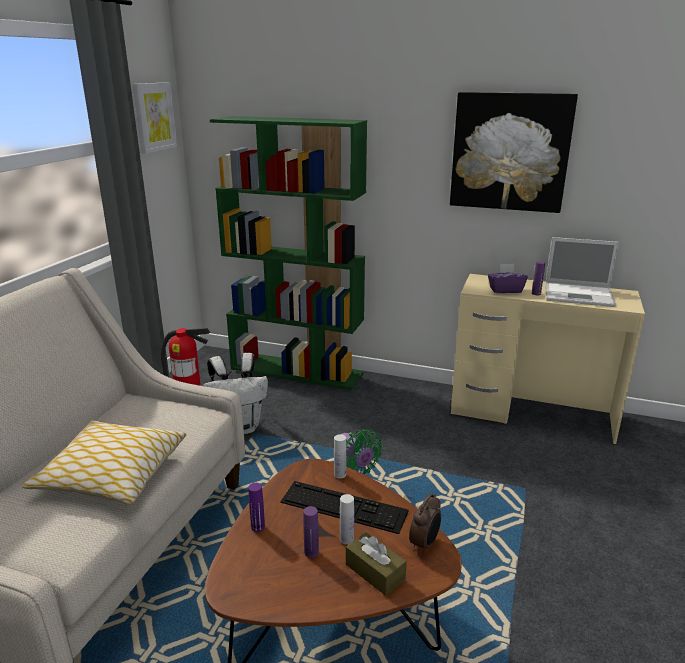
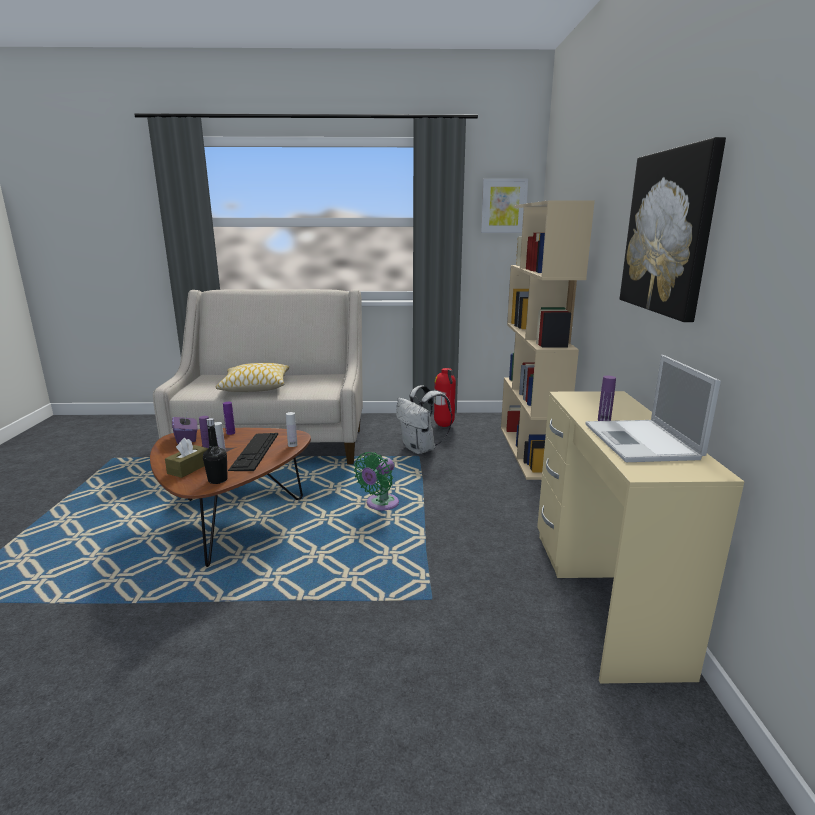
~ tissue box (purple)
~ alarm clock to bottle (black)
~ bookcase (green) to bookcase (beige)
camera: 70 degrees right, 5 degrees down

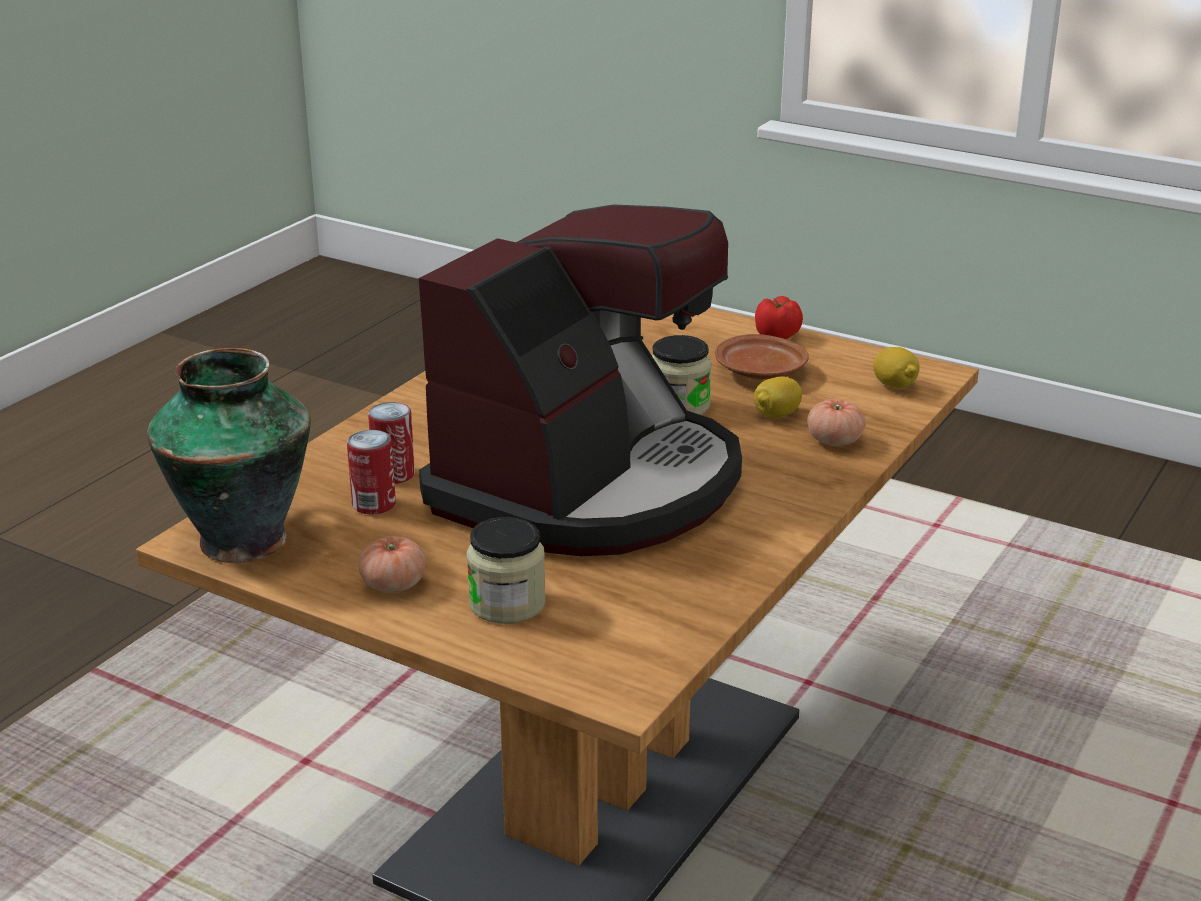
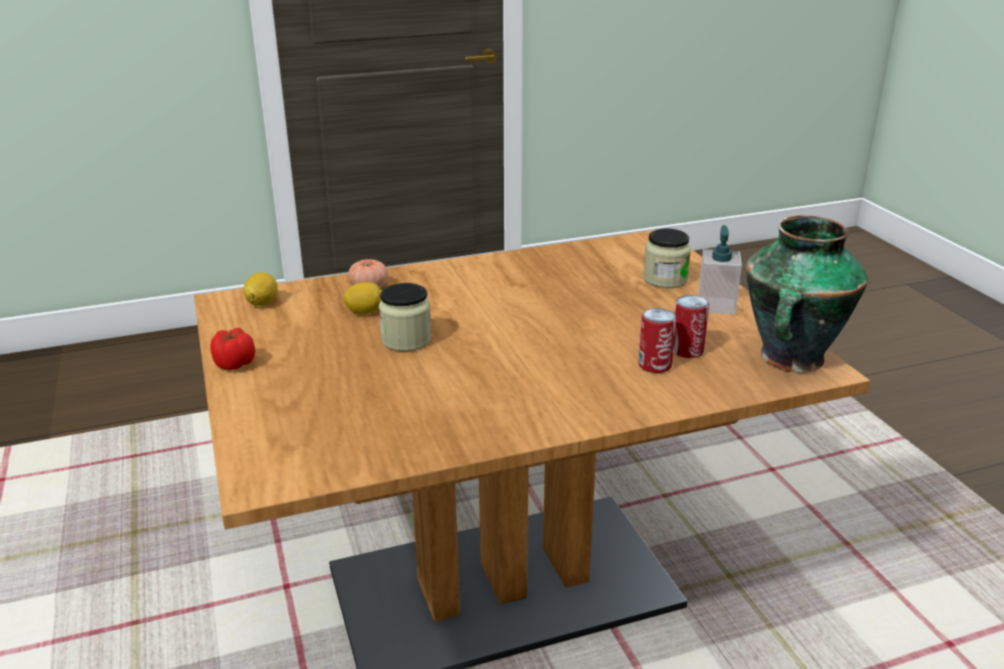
~ tomato (no. 1 from left) to soap dispenser
- coffee machine
- plate (brown)
camera: 140 degrees left, 0 degrees up

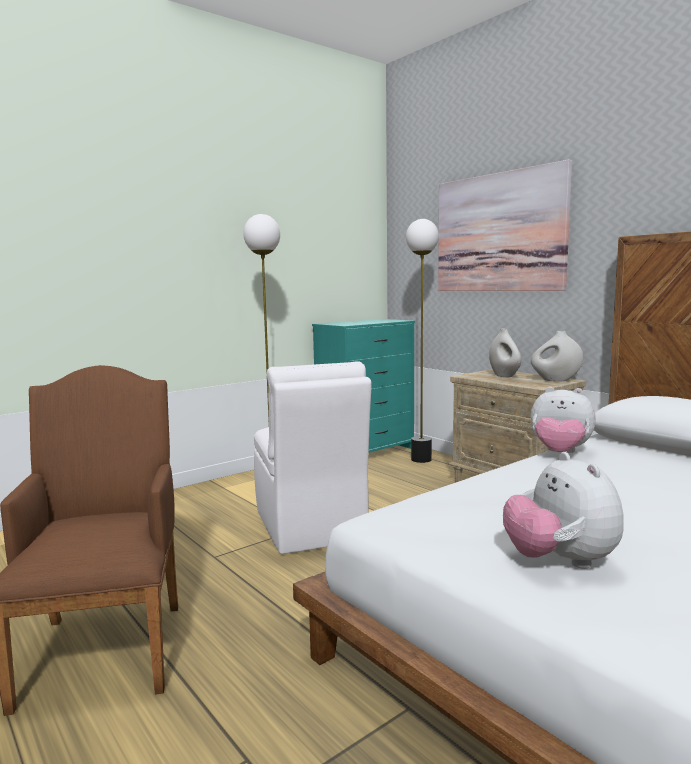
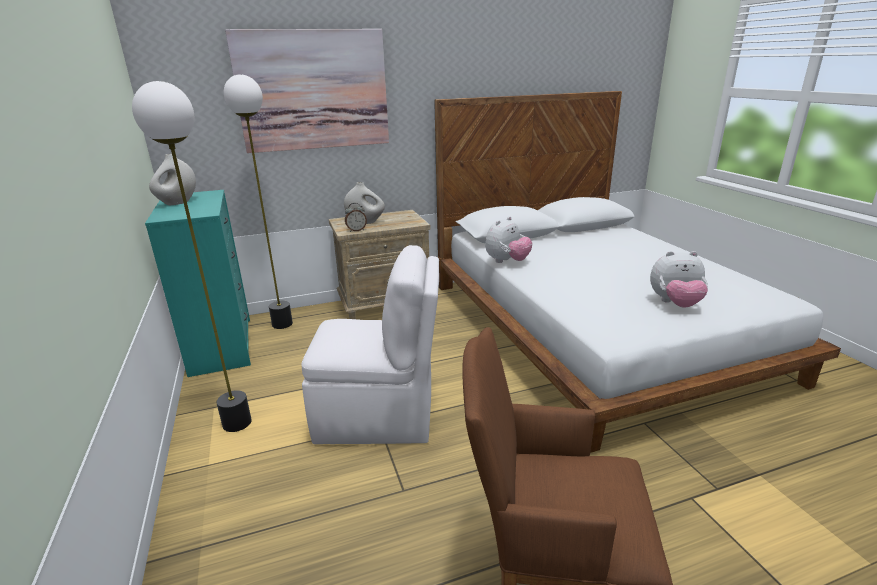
~ vase (white) (no. 2 from left in the first image) to vase (white) (no. 1 from left)
+ alarm clock
camera: 70 degrees left, 15 degrees up

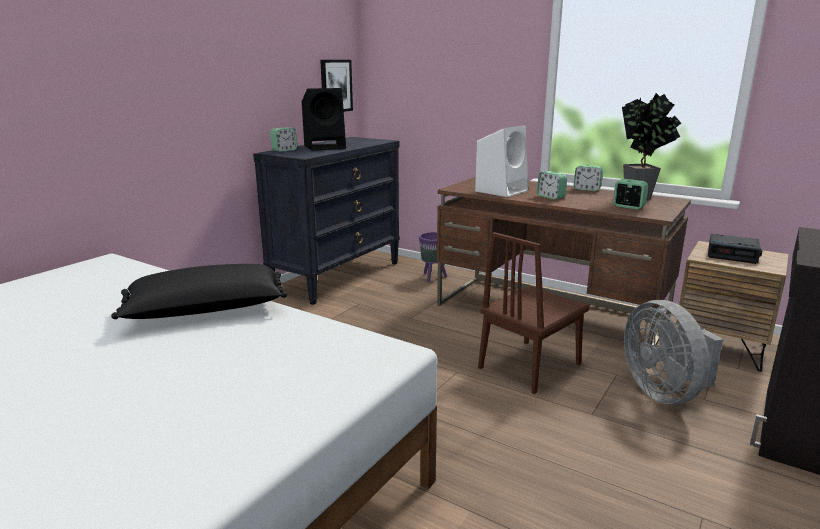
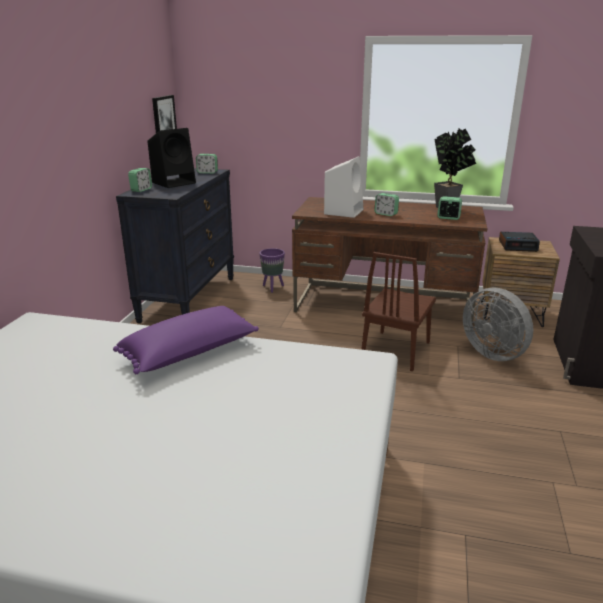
~ pillow (black) to pillow (purple)
~ alarm clock (no. 3 from left in the first image) to alarm clock (no. 2 from left)
camera: 20 degrees left, 5 degrees up

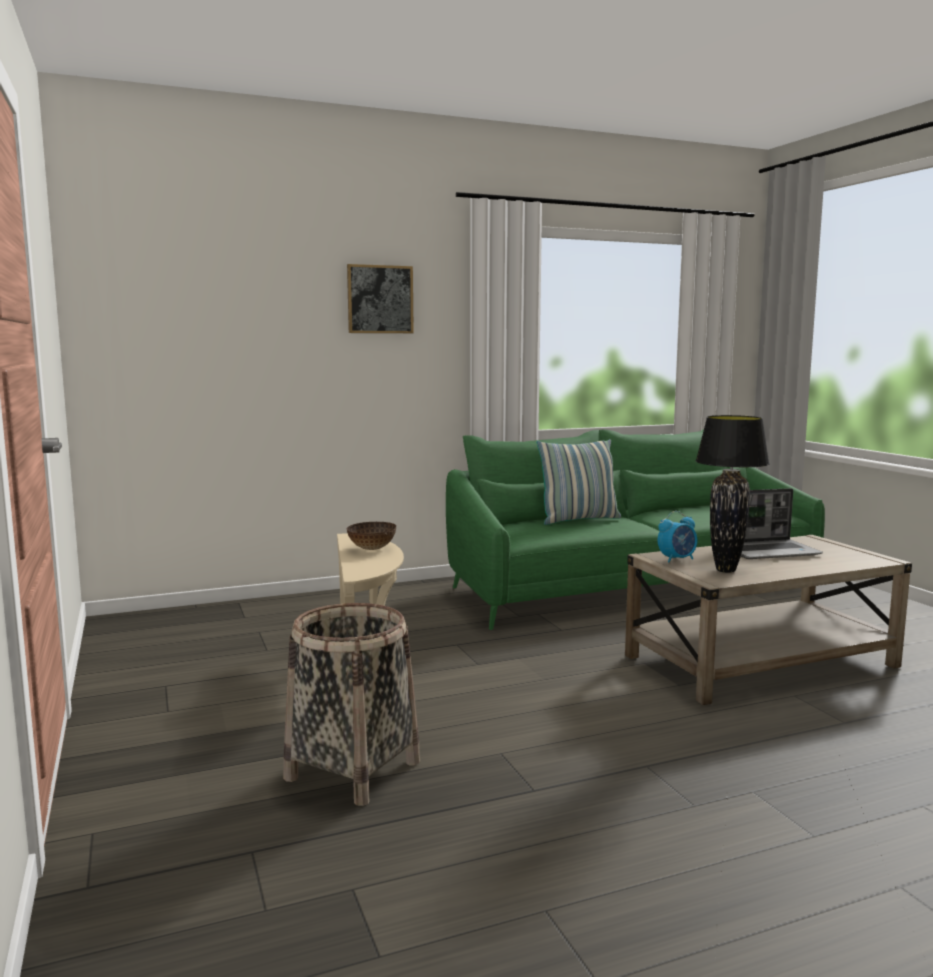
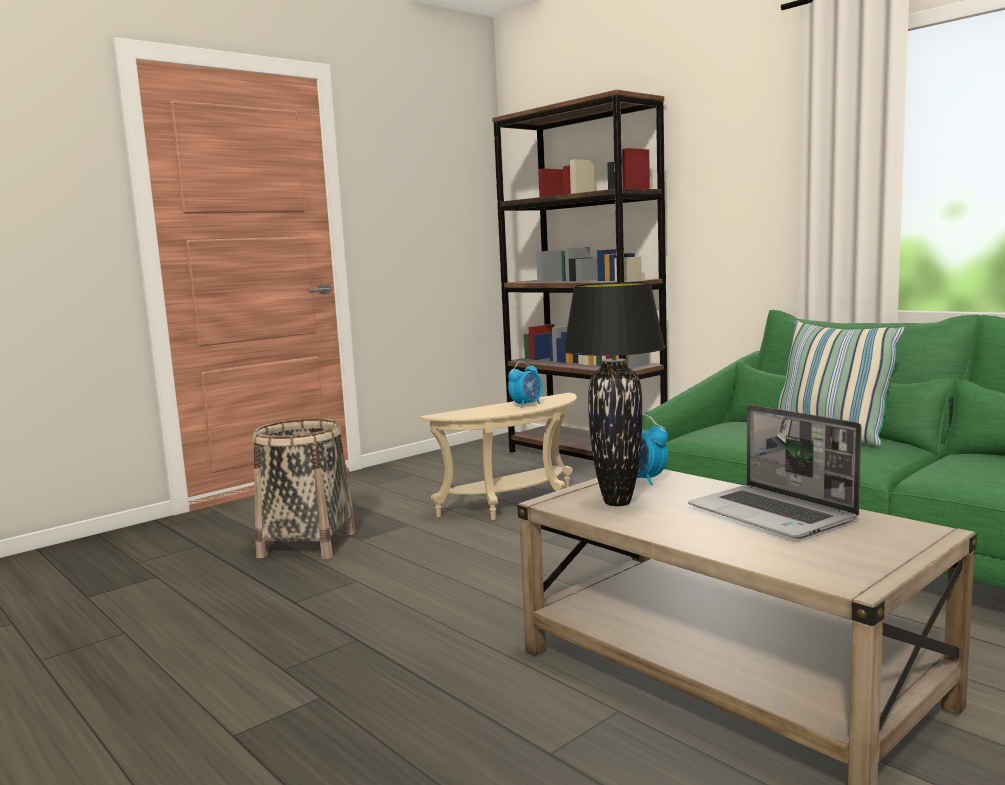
+ bookcase (brown)
~ bowl to alarm clock (no. 1 from left)
- picture
camera: 70 degrees right, 0 degrees up

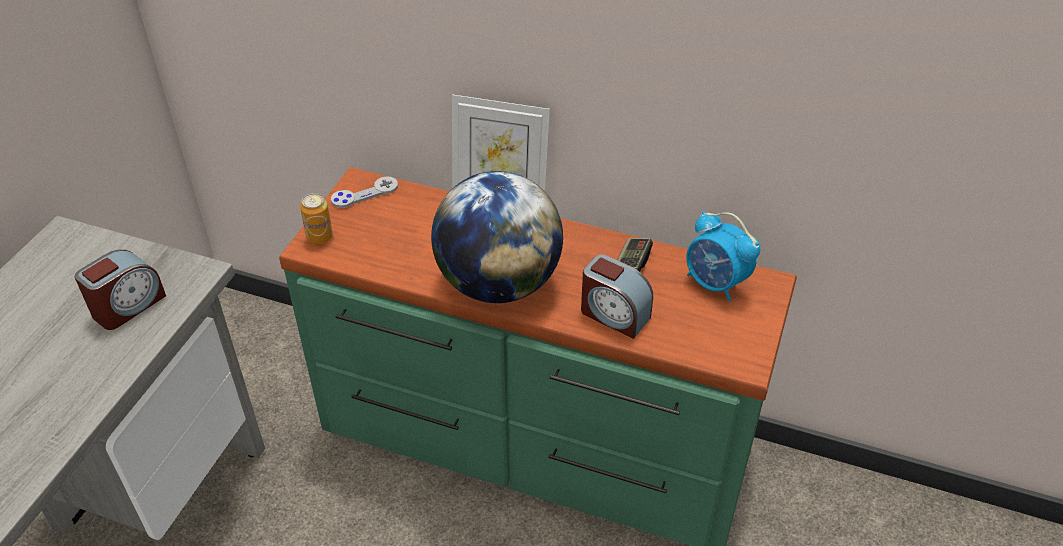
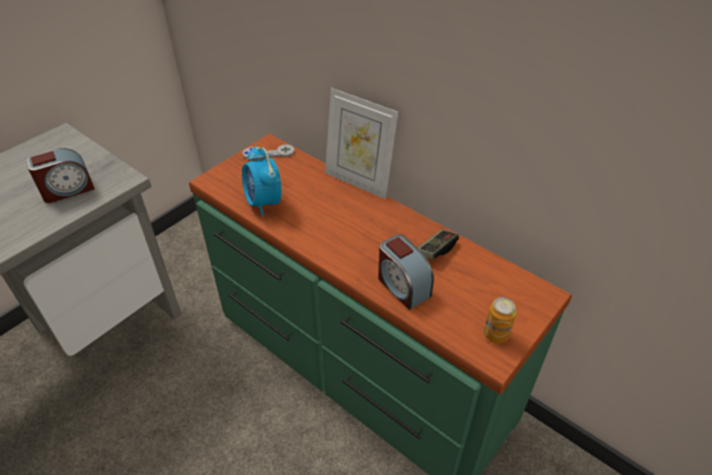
~ alarm clock (no. 3 from left in the first image) to alarm clock (no. 2 from left)
~ can
- globe
camera: 20 degrees right, 0 degrees up

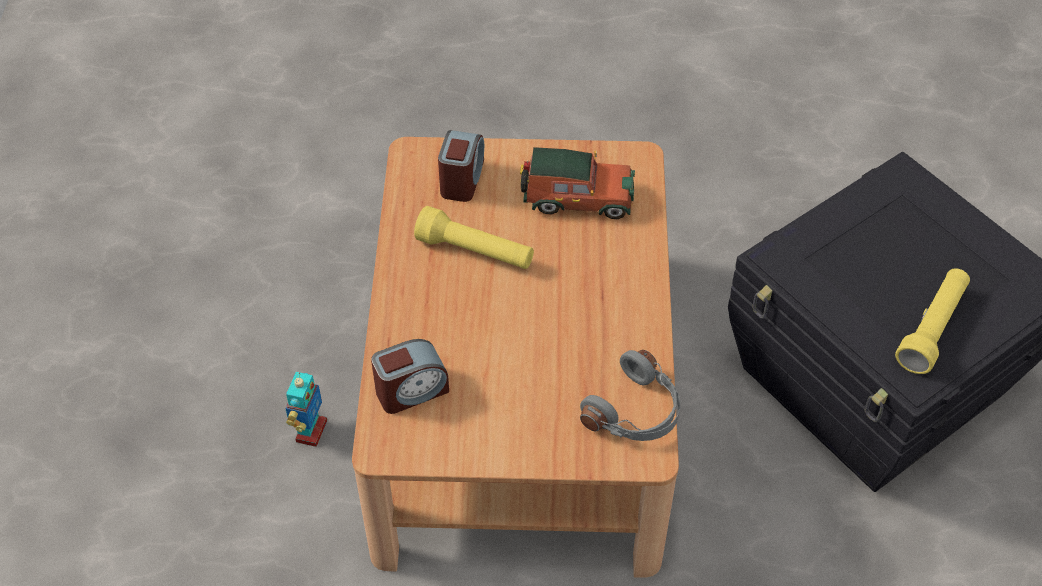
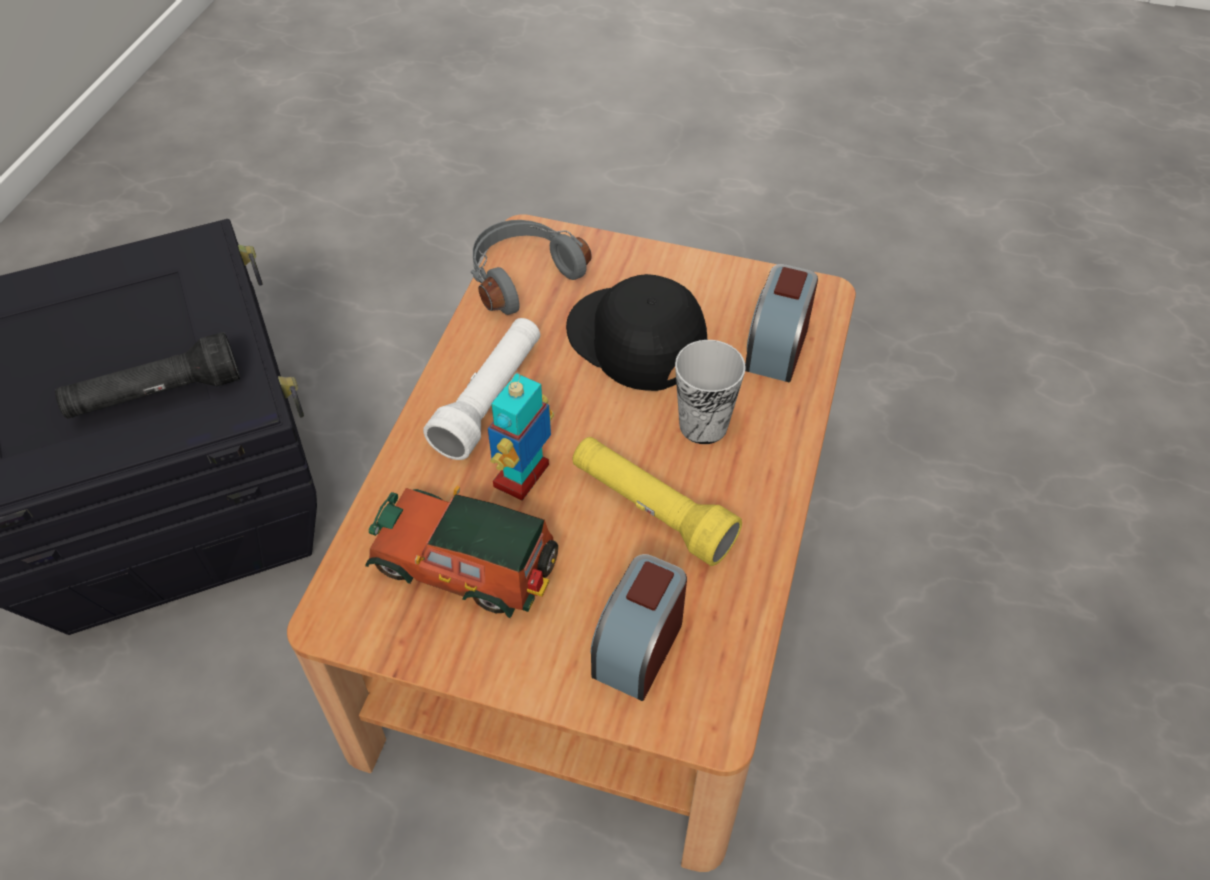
+ flashlight (black)
+ flashlight (white)
~ toy robot
+ cap (black)
+ cup
~ alarm clock (no. 1 from left in the first image) 60 degrees counterclockwise
- flashlight (yellow) (no. 2 from left)
camera: 165 degrees left, 0 degrees up

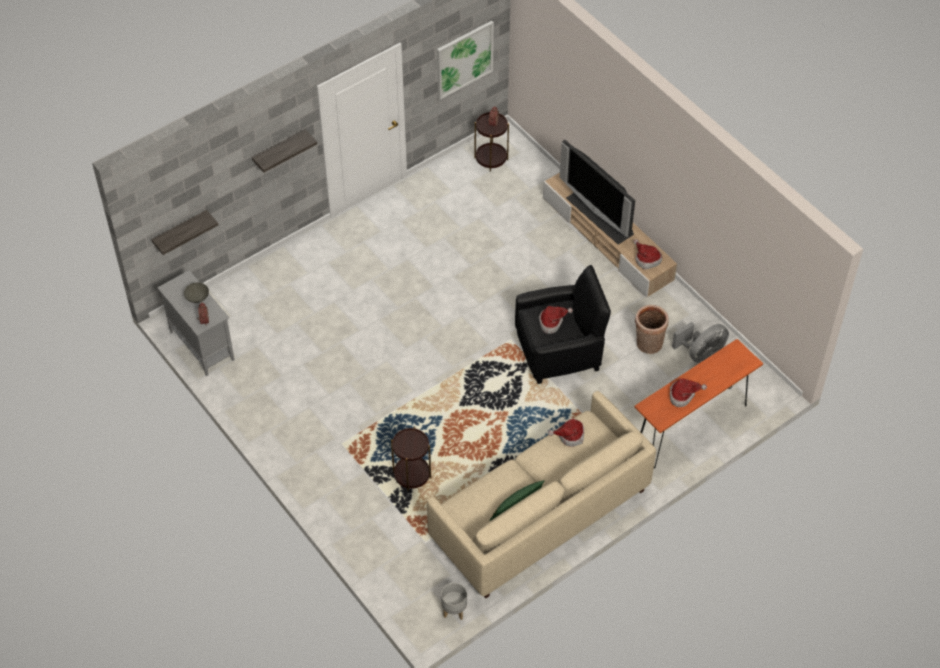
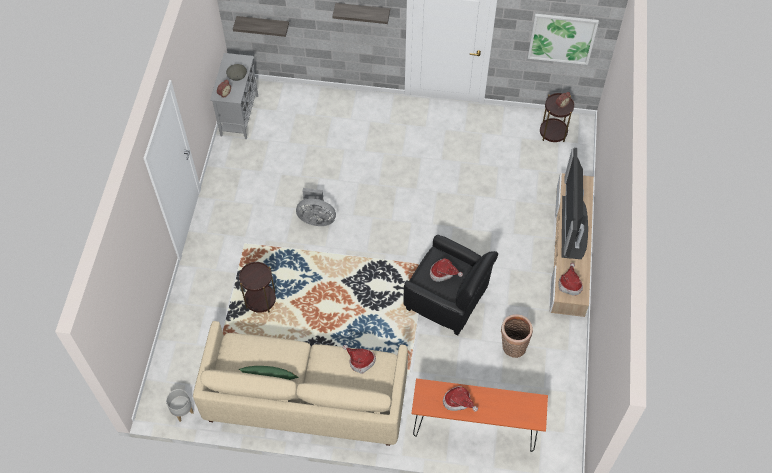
~ fan (grey)
camera: 45 degrees right, 5 degrees up

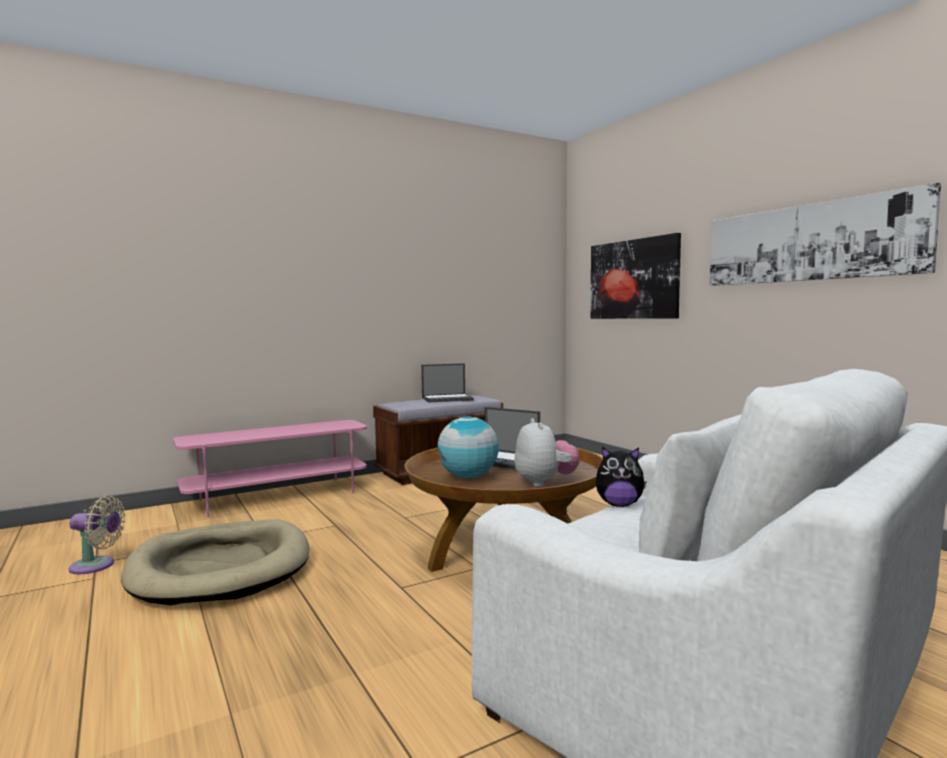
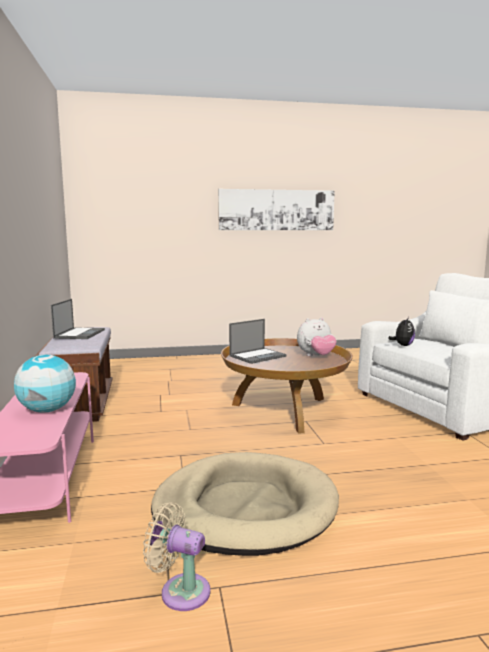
~ globe
~ fan (beige) 90 degrees counterclockwise
~ plush toy (no. 1 from left) 150 degrees clockwise
- picture (no. 1 from left)
camera: 70 degrees left, 5 degrees up

